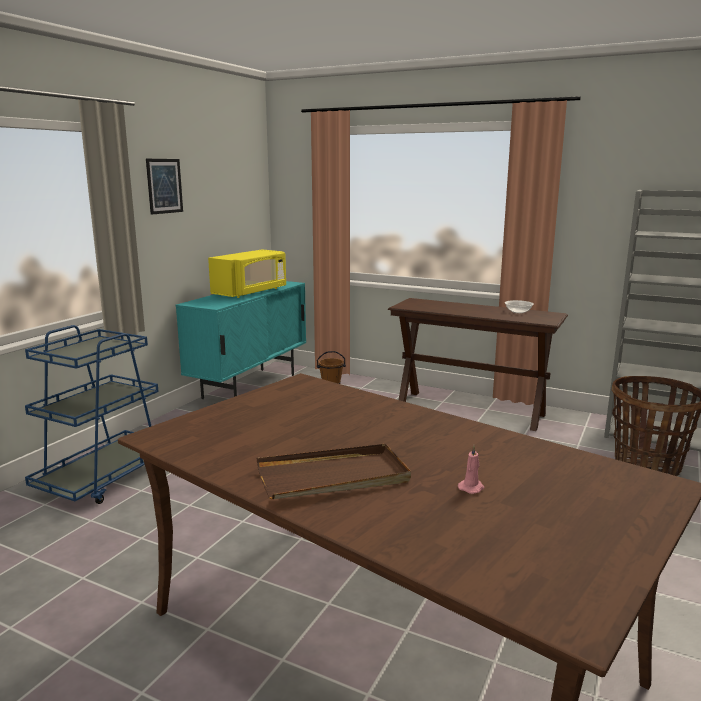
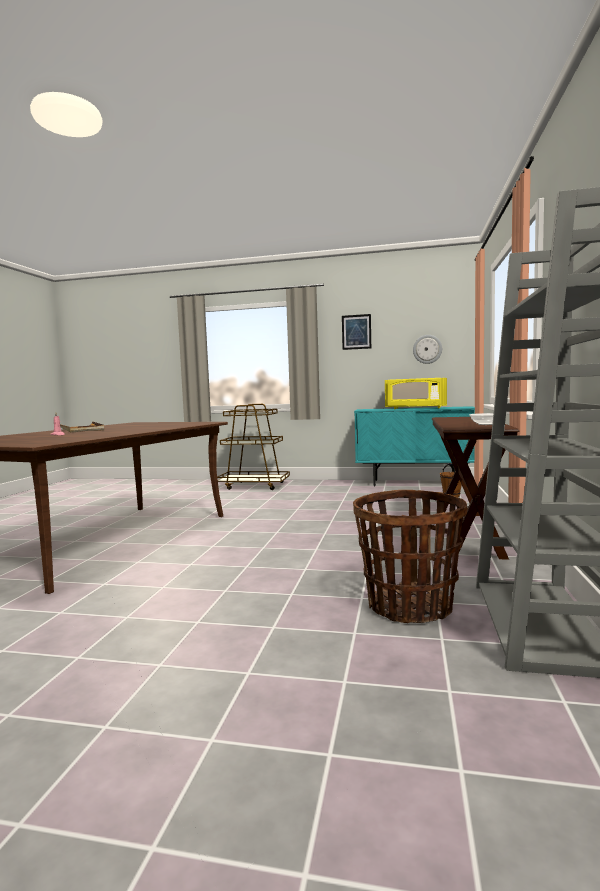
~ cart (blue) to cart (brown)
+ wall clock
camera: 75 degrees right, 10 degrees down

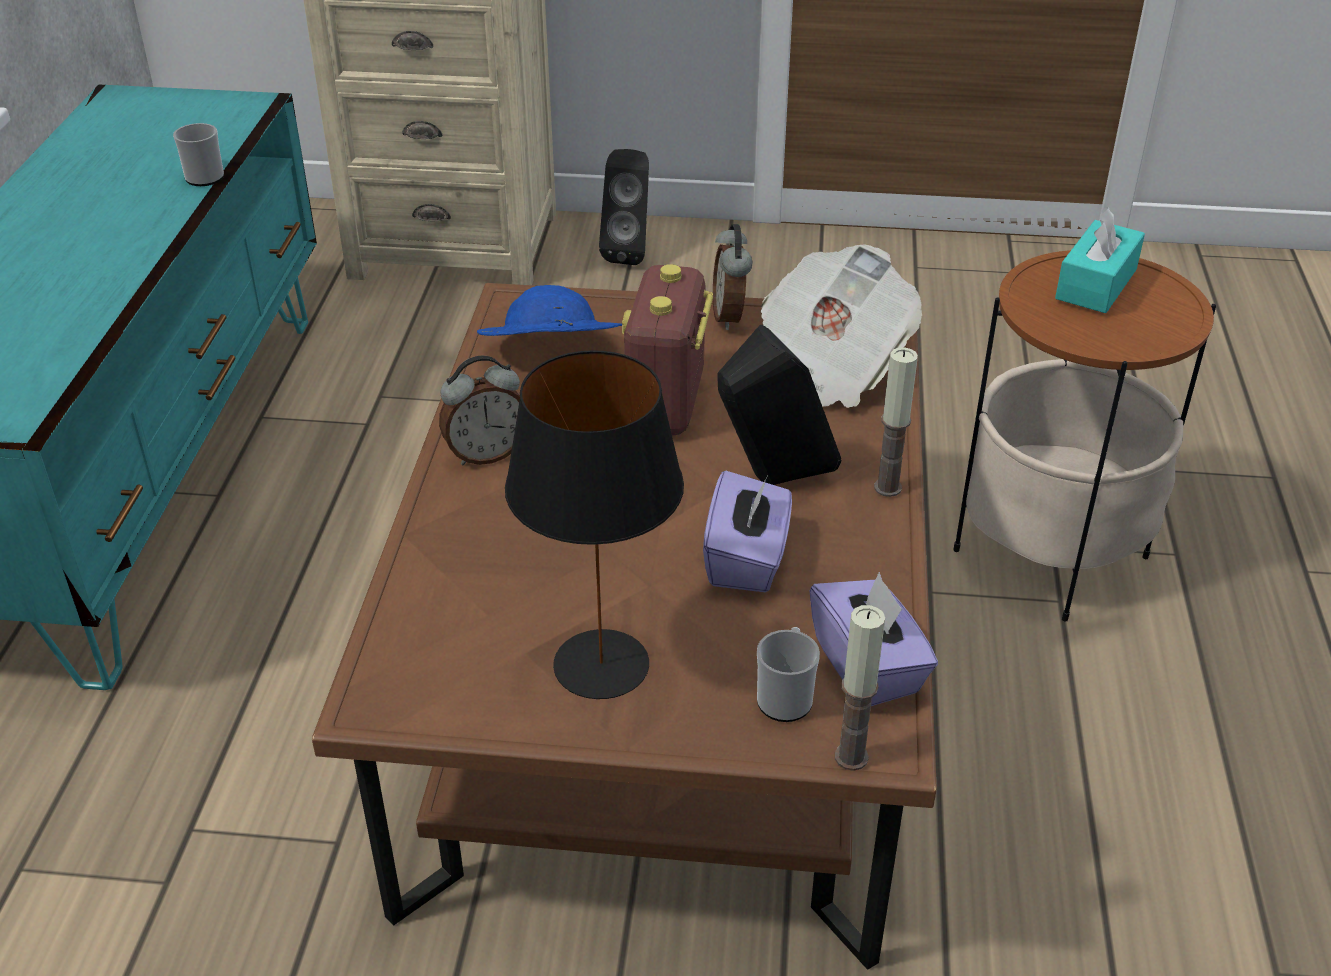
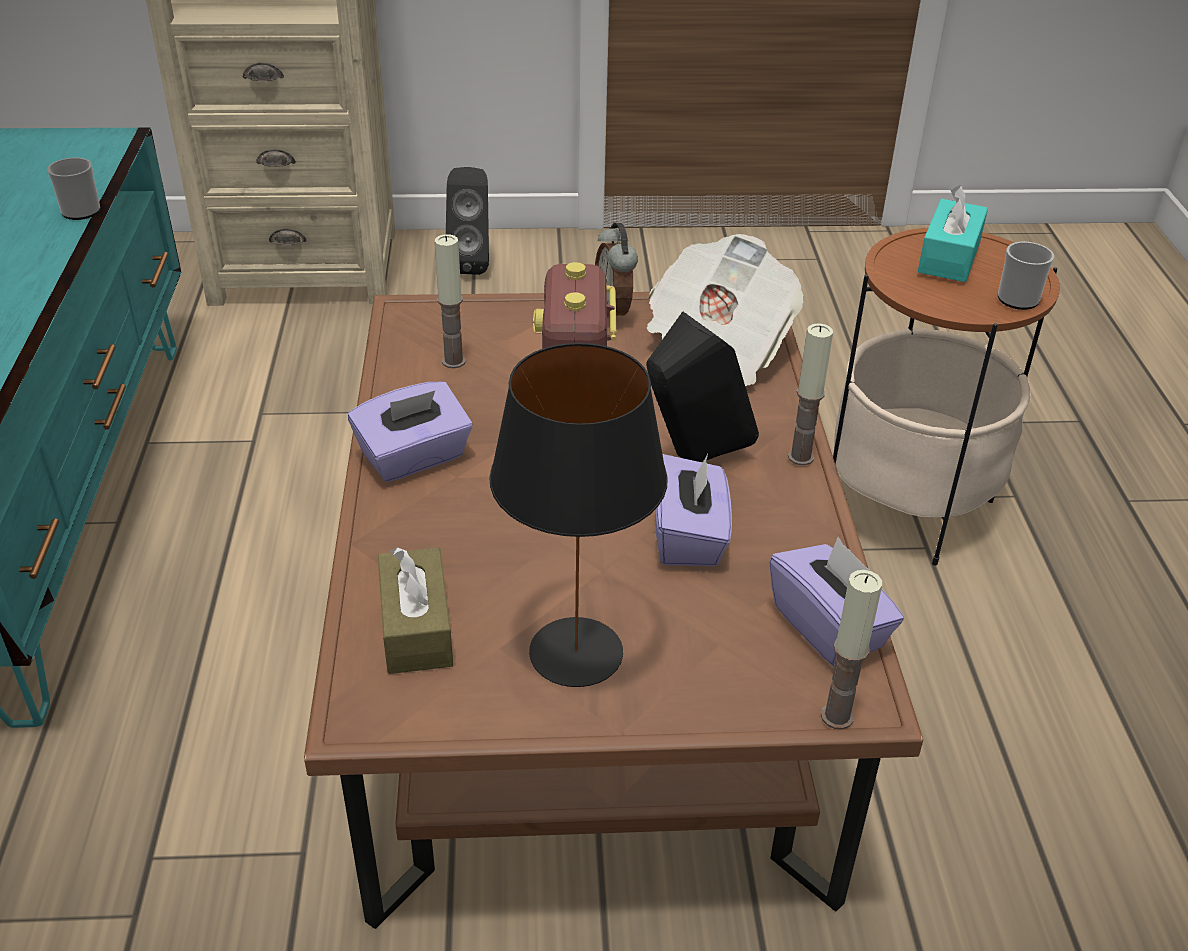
~ alarm clock (no. 1 from left) to tissue box (purple) (no. 1 from left)
+ tissue box (brown)
~ hat (blue) to candle (no. 1 from left)
~ mug (no. 2 from left)
camera: 10 degrees left, 0 degrees up

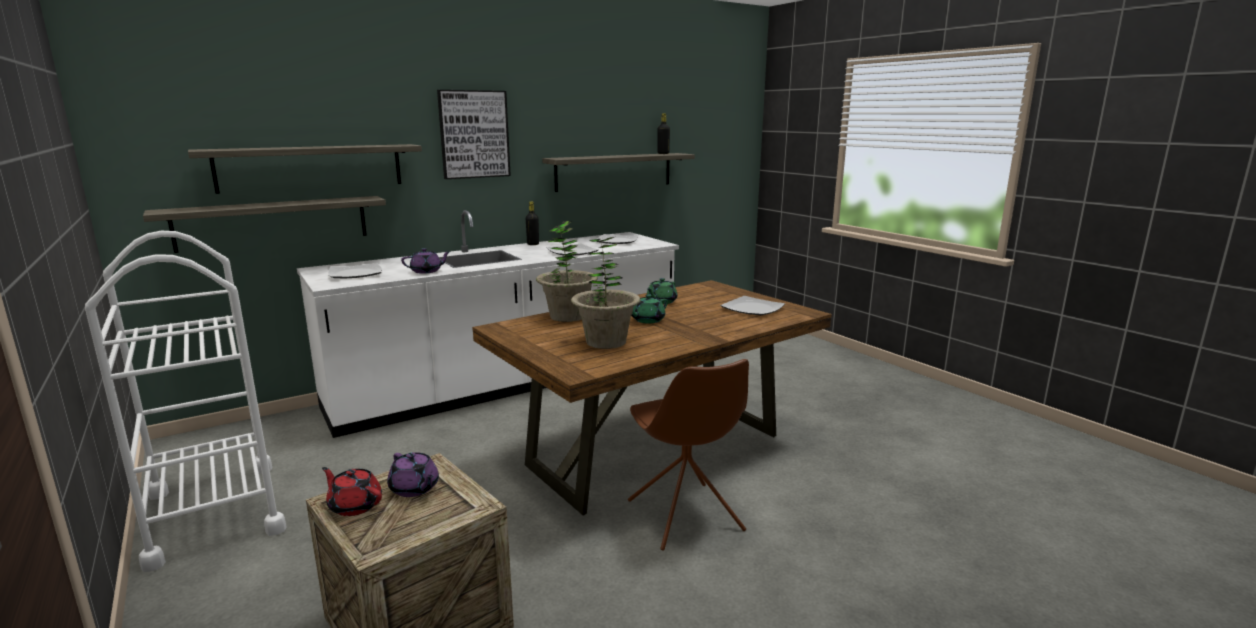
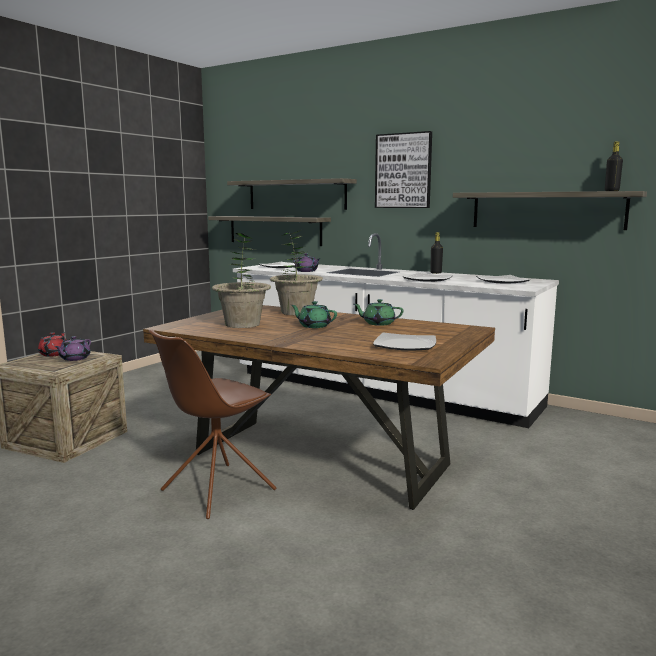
- cart (white)
camera: 65 degrees right, 5 degrees down

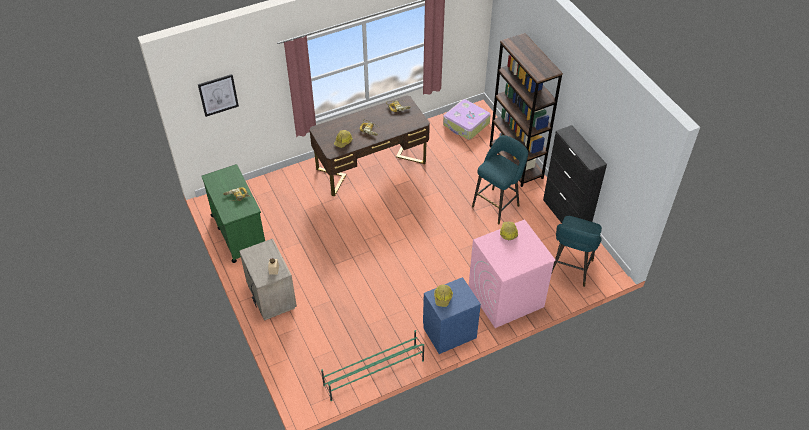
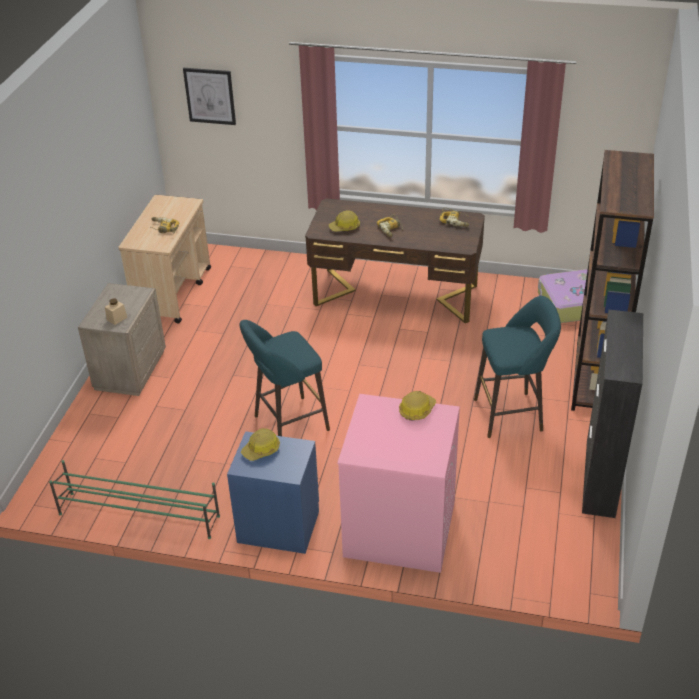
~ cart (green) to cart (beige)
~ stool (turquoise) (no. 2 from left in the first image) to stool (turquoise) (no. 1 from left)
camera: 40 degrees right, 10 degrees down

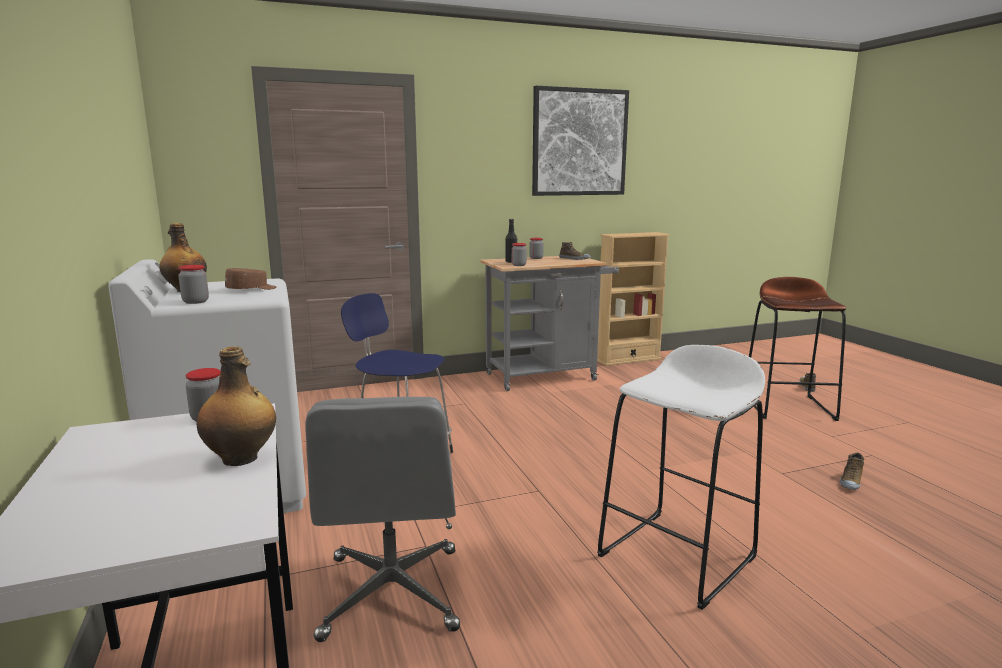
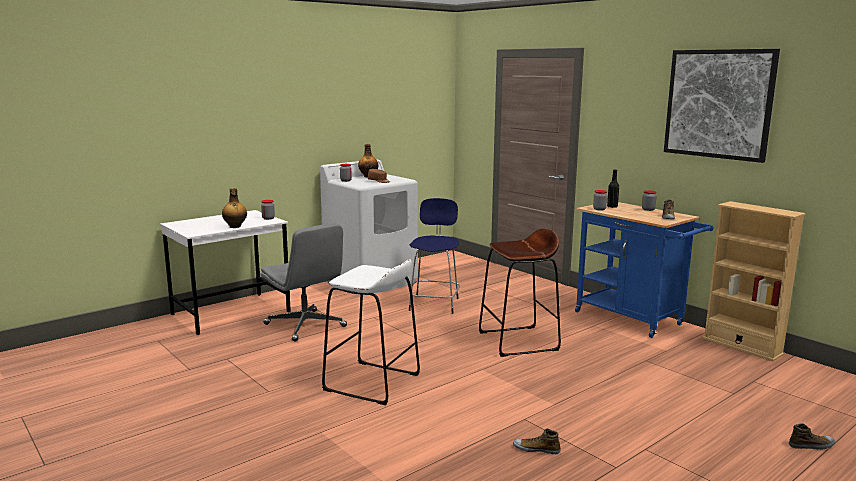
~ office chair (grey) 105 degrees counterclockwise
~ stool (brown)
~ cart (grey) to cart (blue)
camera: 70 degrees right, 0 degrees up

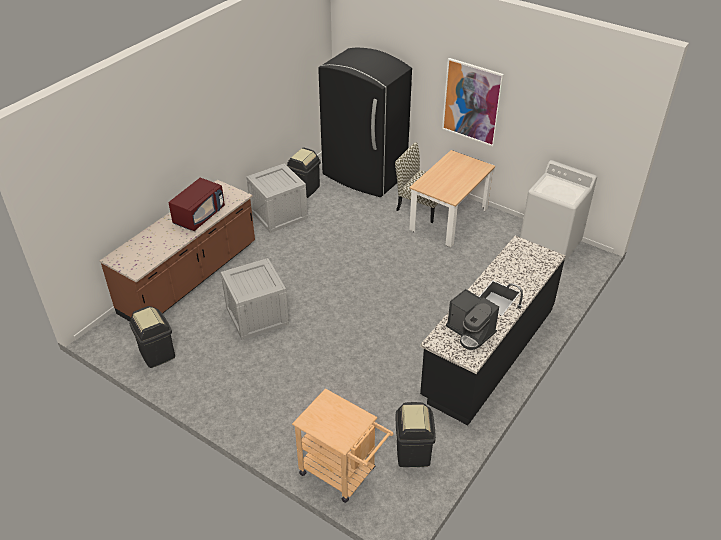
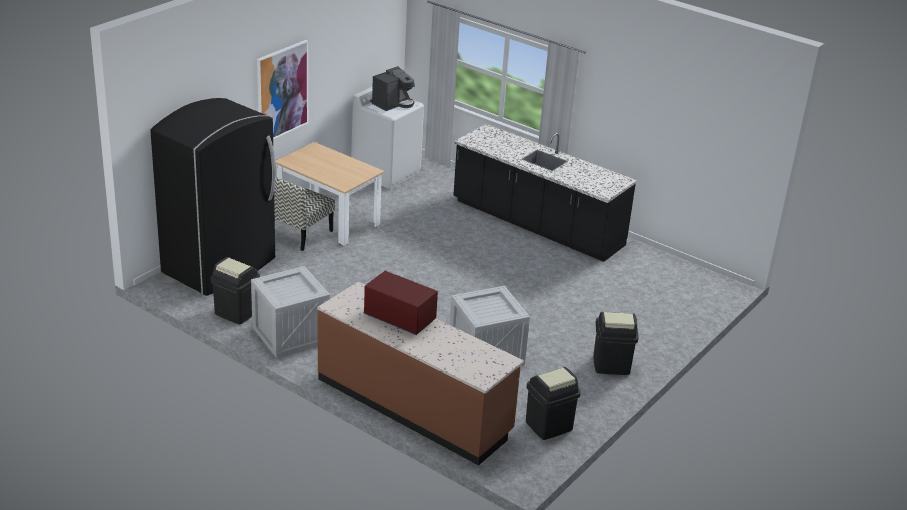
~ coffee machine
~ trash can (black) (no. 3 from left)
- cart (beige)
camera: 90 degrees left, 10 degrees down

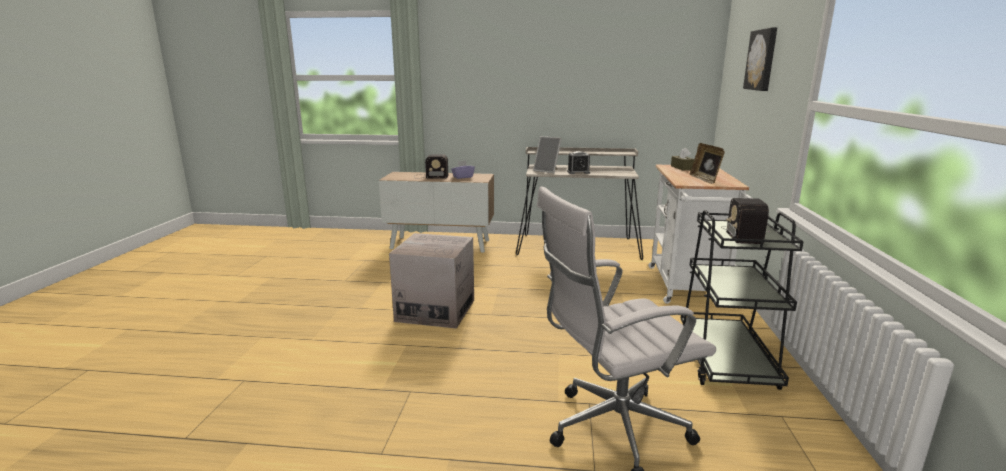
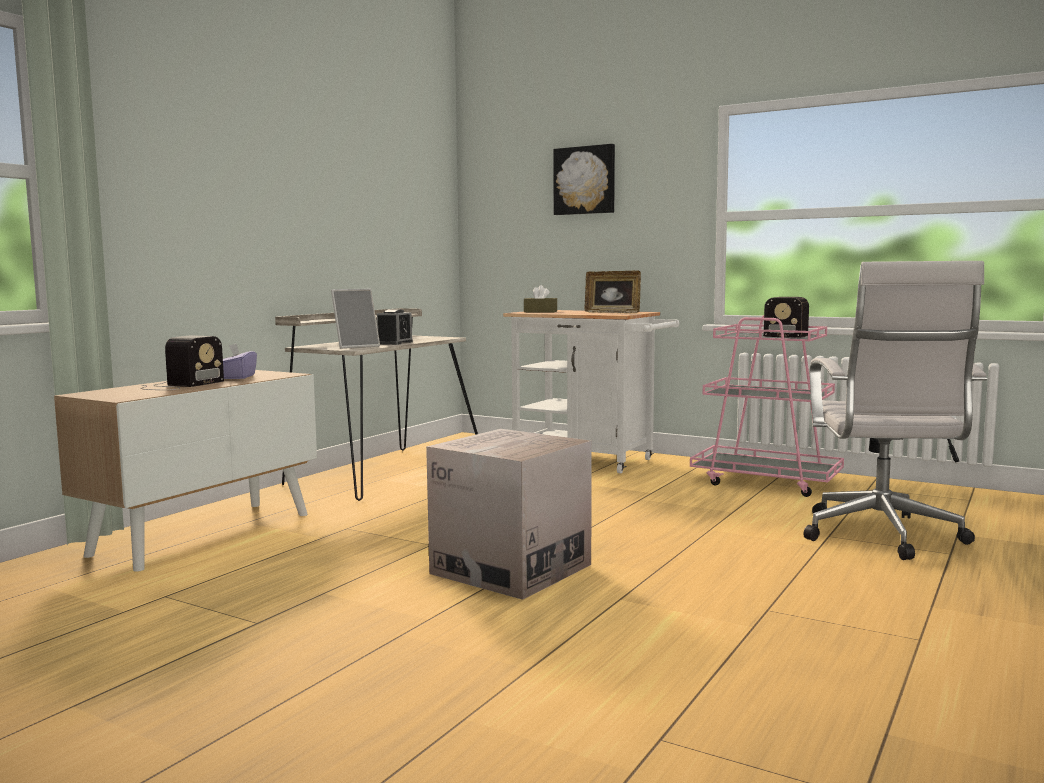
~ cart (black) to cart (pink)
camera: 65 degrees left, 10 degrees down

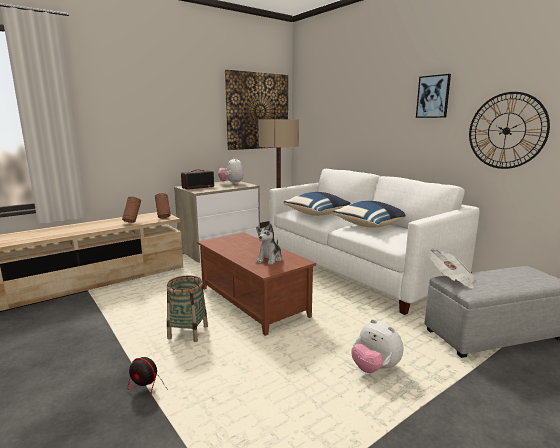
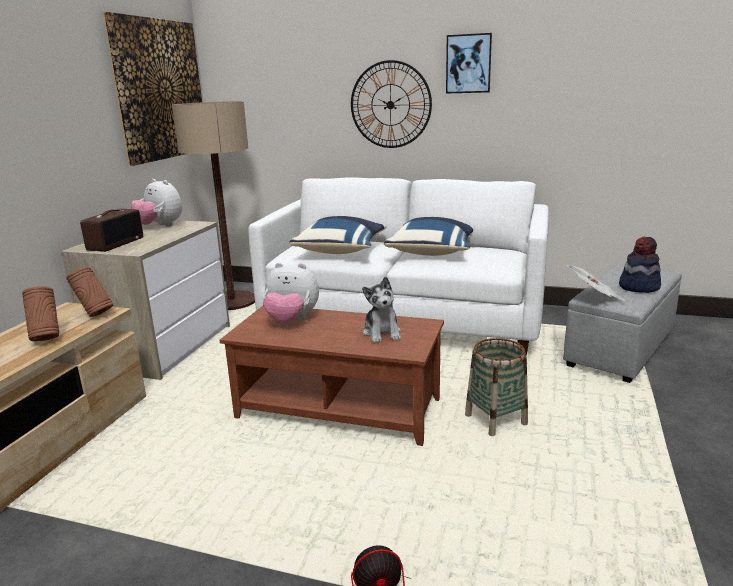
~ plush toy (no. 3 from left in the first image) to plush toy (no. 2 from left)
~ wall clock
~ basket
+ hat
camera: 35 degrees left, 5 degrees up

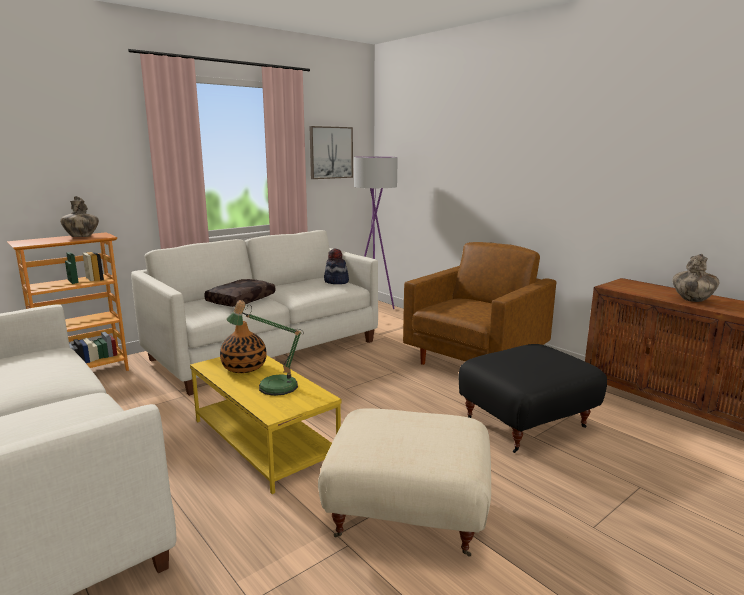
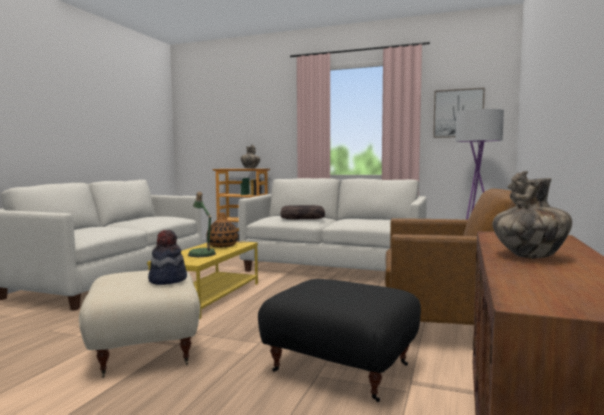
~ hat
camera: 60 degrees right, 10 degrees down

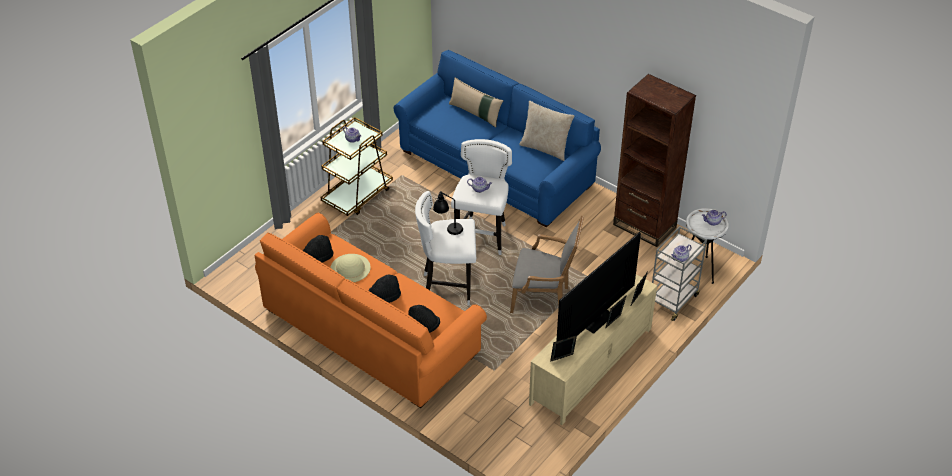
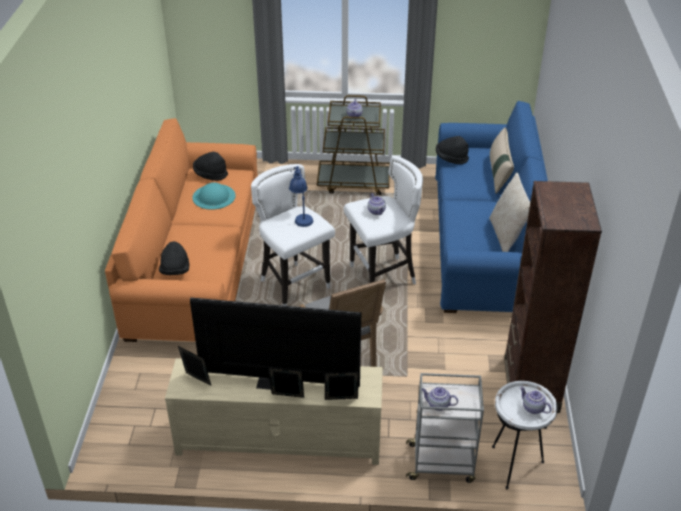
~ hat (beige) to hat (turquoise)
~ table lamp (black) to table lamp (blue)
~ hat (black) (no. 2 from left in the first image) to hat (black) (no. 3 from left)
camera: 55 degrees right, 5 degrees down

